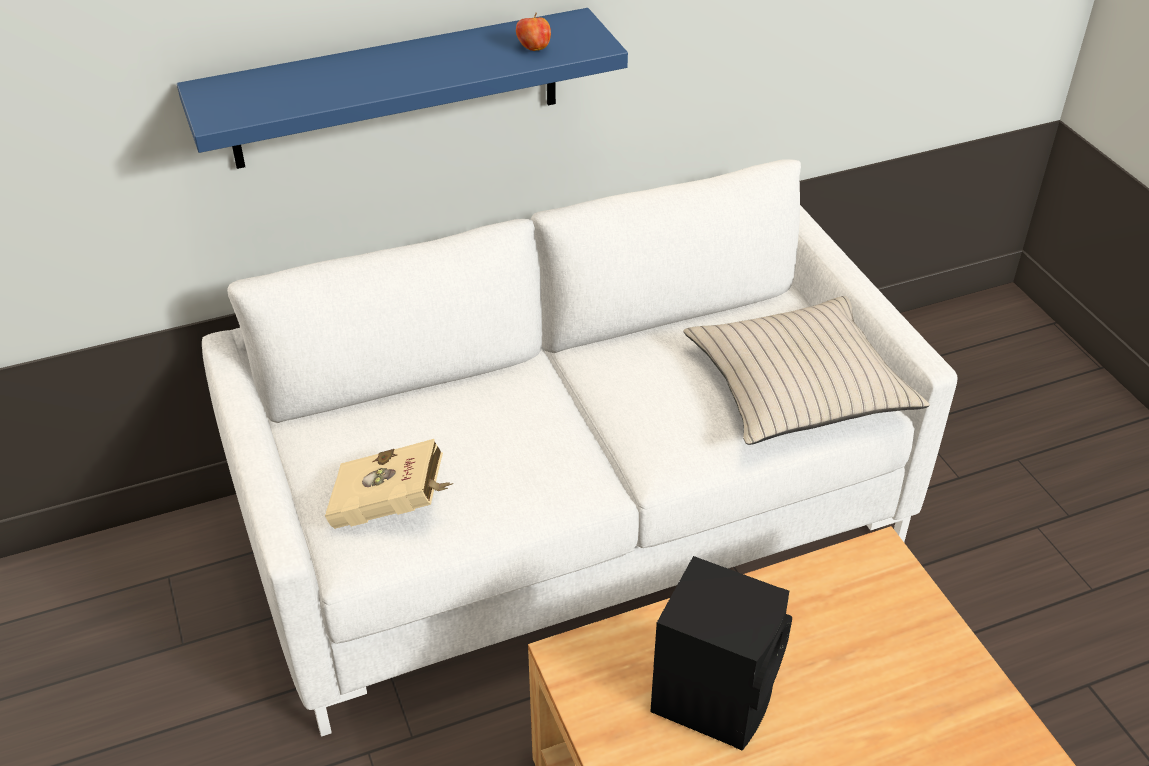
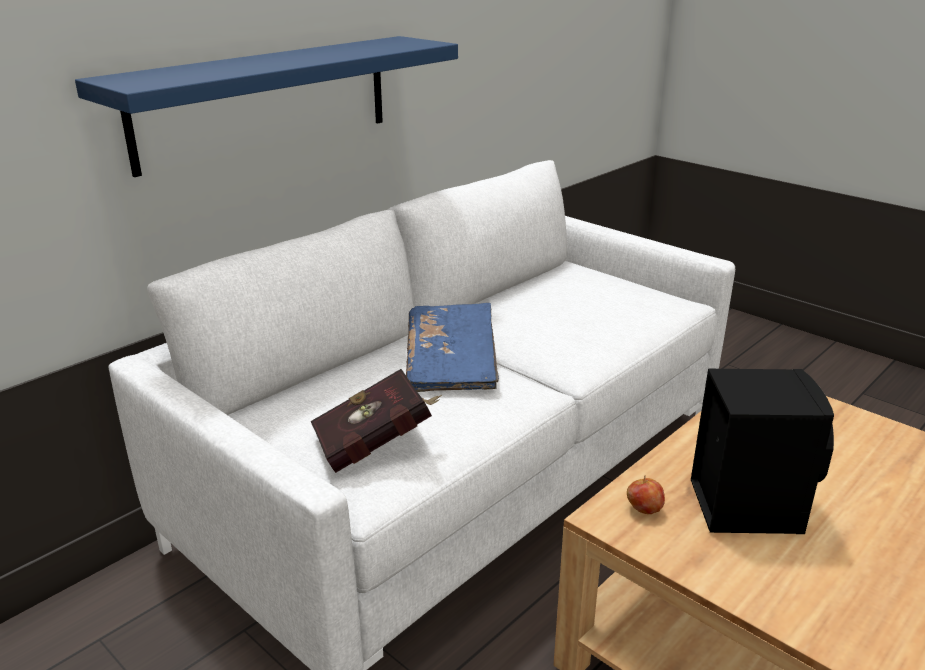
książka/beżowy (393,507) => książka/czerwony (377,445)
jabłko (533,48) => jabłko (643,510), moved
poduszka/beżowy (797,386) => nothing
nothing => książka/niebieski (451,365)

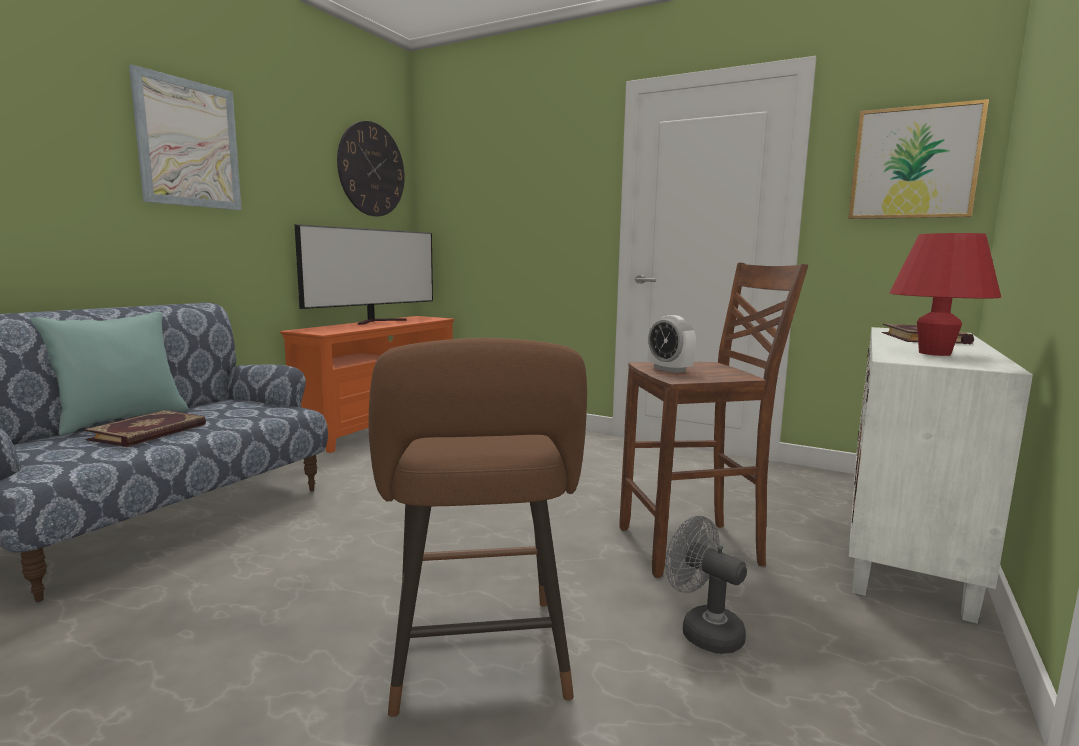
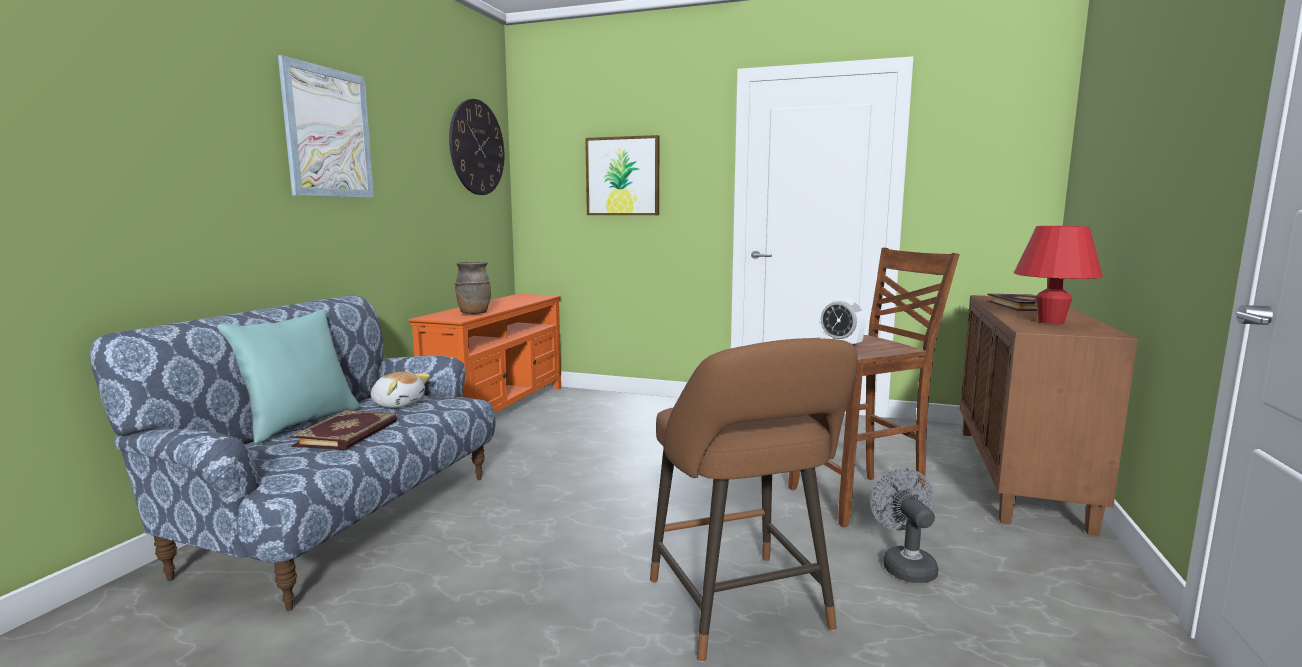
telewizor (378,321) => nothing
wentylator/szary (703,631) => wentylator/szary (904,565), 45 degrees clockwise
obraz (914,163) => obraz (623,176), moved
szafka/biały (905,539) => szafka/brązowy (1020,475)
nothing => pluszak (398,404)
nothing => wazon/brązowy (474,313)

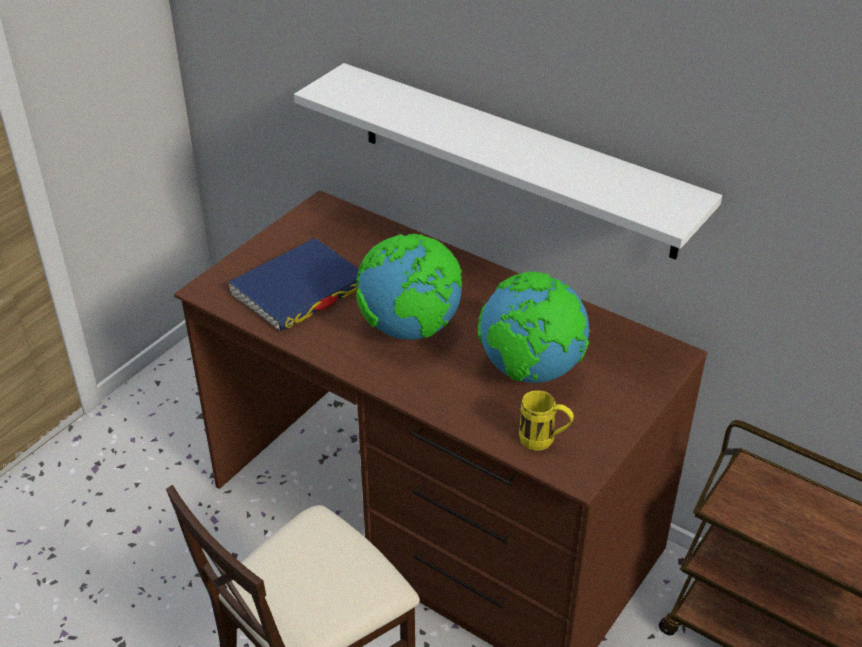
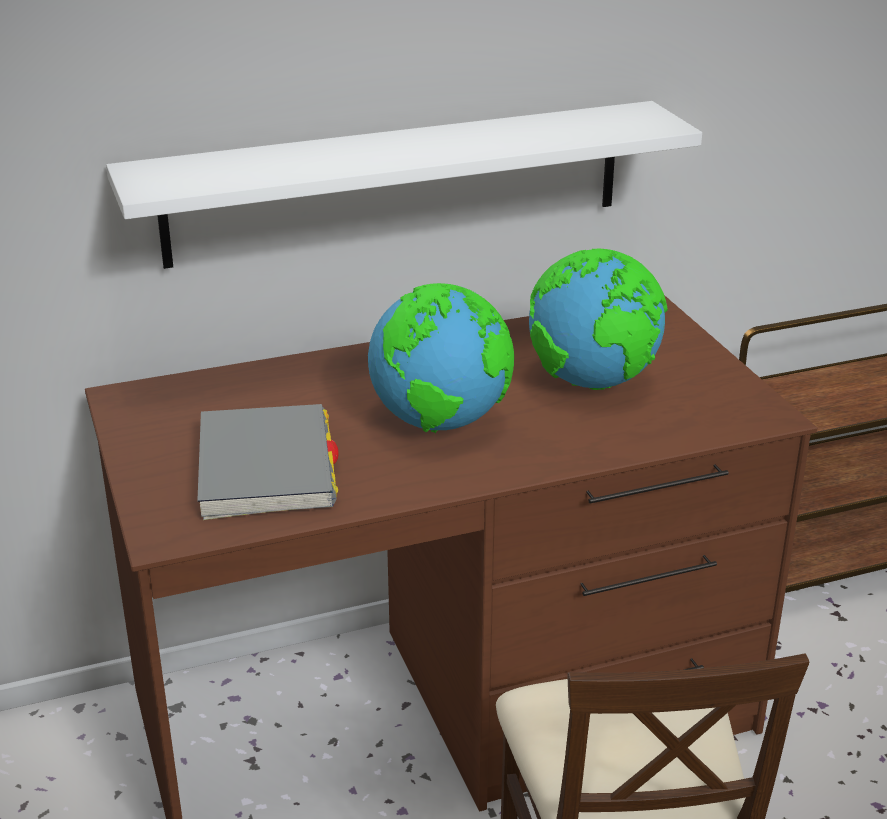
książka/niebieski (299,289) => książka/szary (266,468)
kubek/żółty (544,442) => nothing

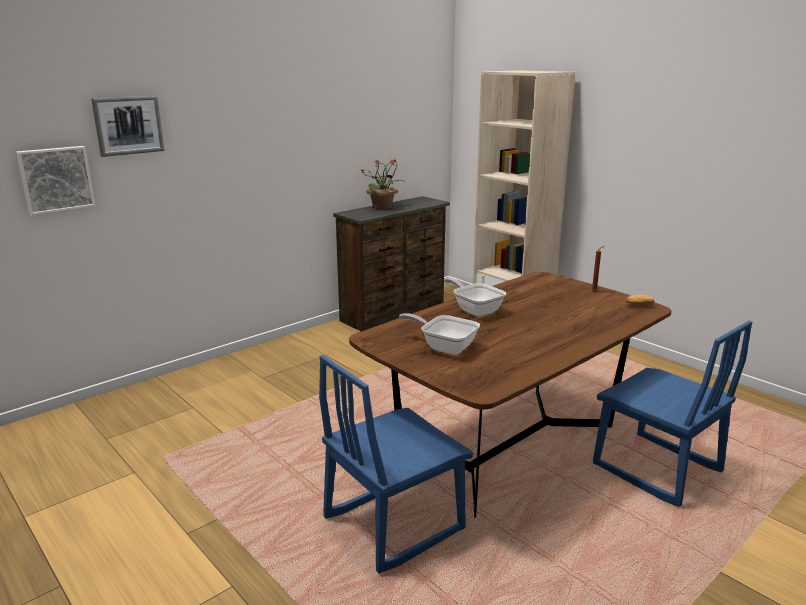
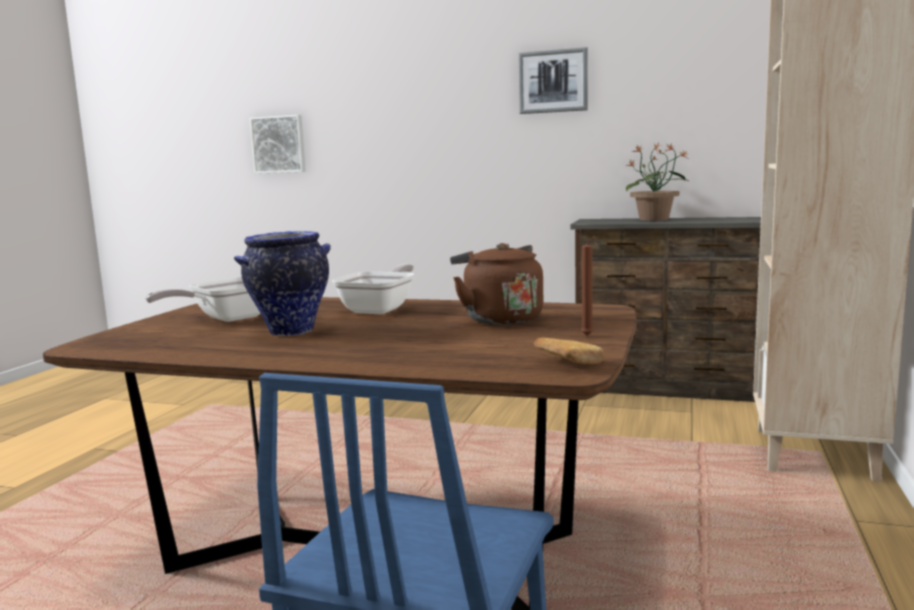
obraz (128,125) => obraz (553,81), moved
krzesło/niebieski (392,523) => nothing
patelnia (444,347) => patelnia (225,319), 135 degrees counterclockwise
nothing => wazon (290,332)
nothing => czajnik/brązowy (499,319)

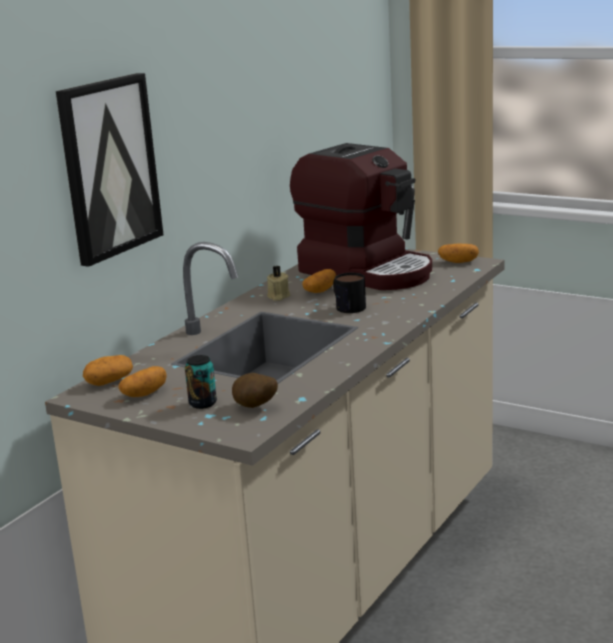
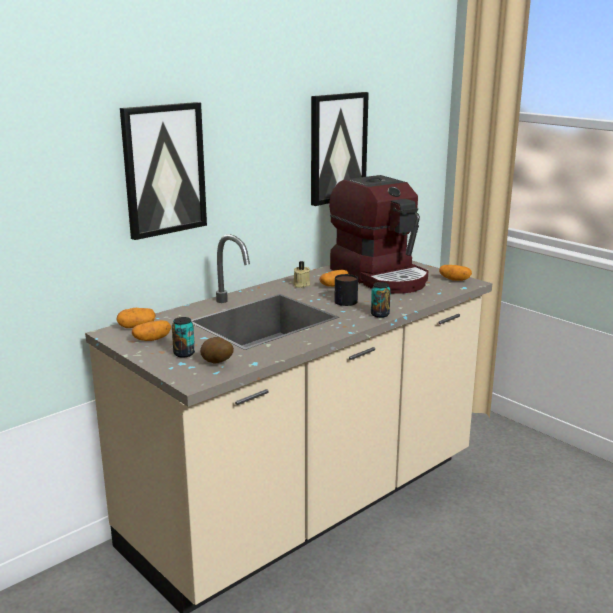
nothing => obraz (337,148)
nothing => puszka (380,314)

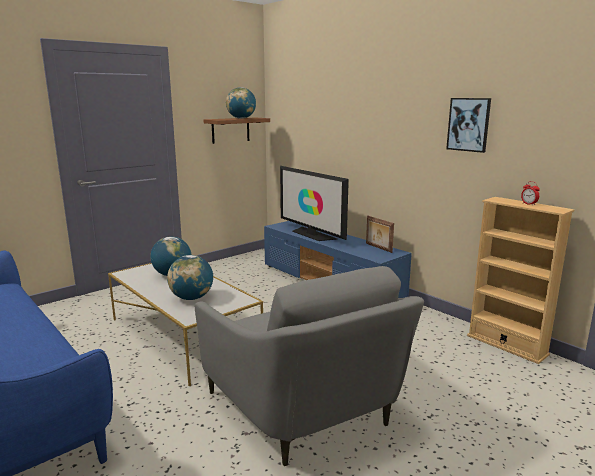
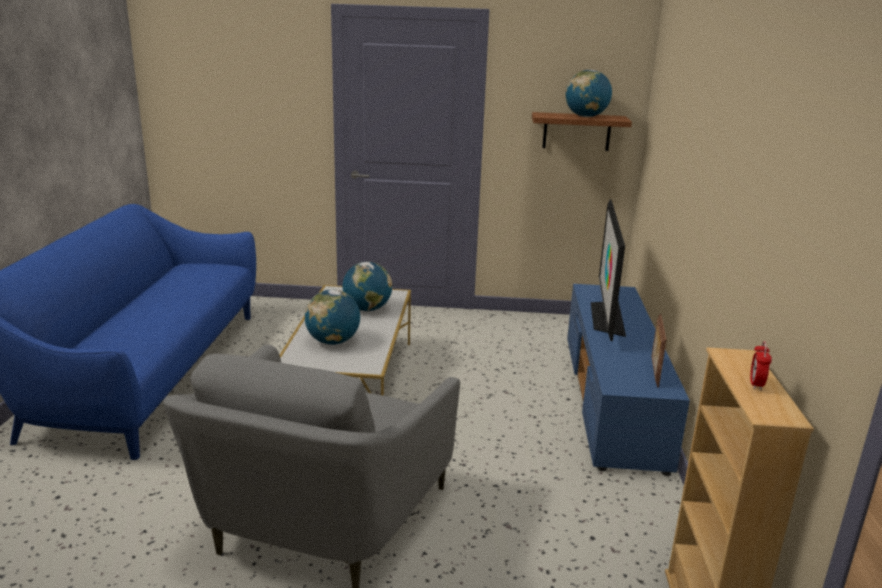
obraz (468,124) => nothing

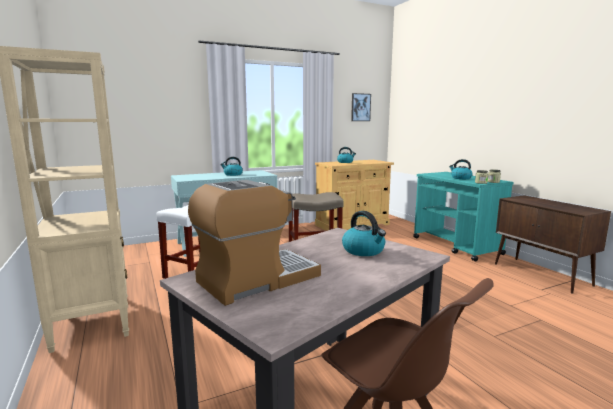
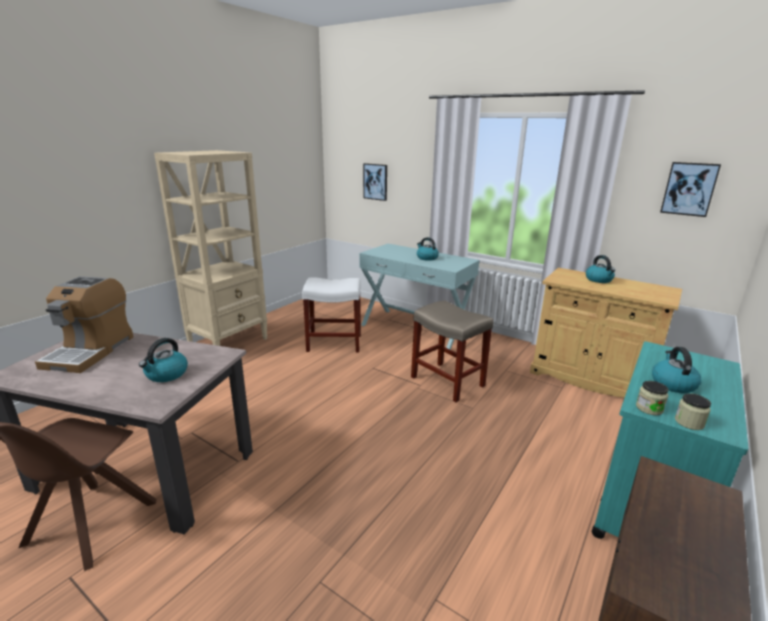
ekspres do kawy (257,280) => ekspres do kawy (90,351), 75 degrees clockwise
nothing => obraz (375,181)

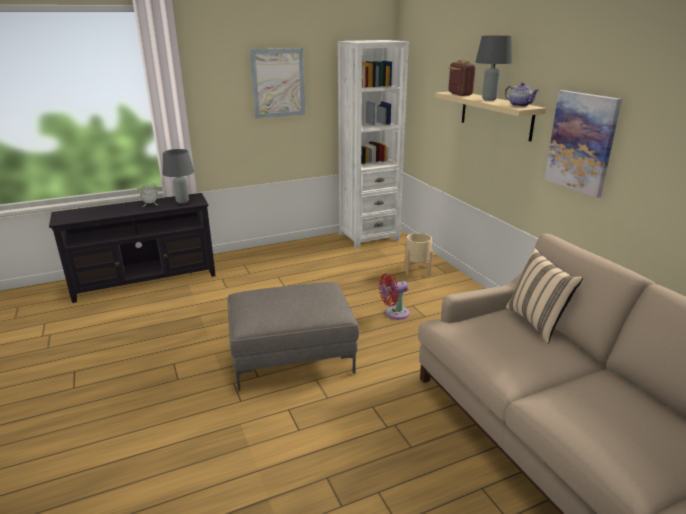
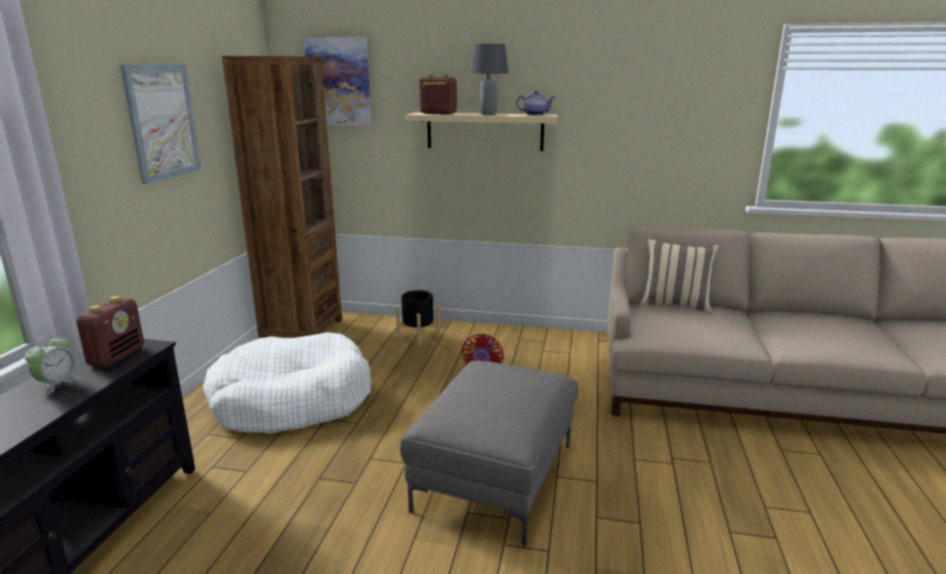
lampa stołowa/szary (183,202) => radio (117,356)
regał/biały (369,237) => regał/brązowy (302,330)
donica/beżowy (417,270) => donica/czarny (418,337)
obraz (581,142) => obraz (339,82), moved
nothing => legowisko/biały (292,400)

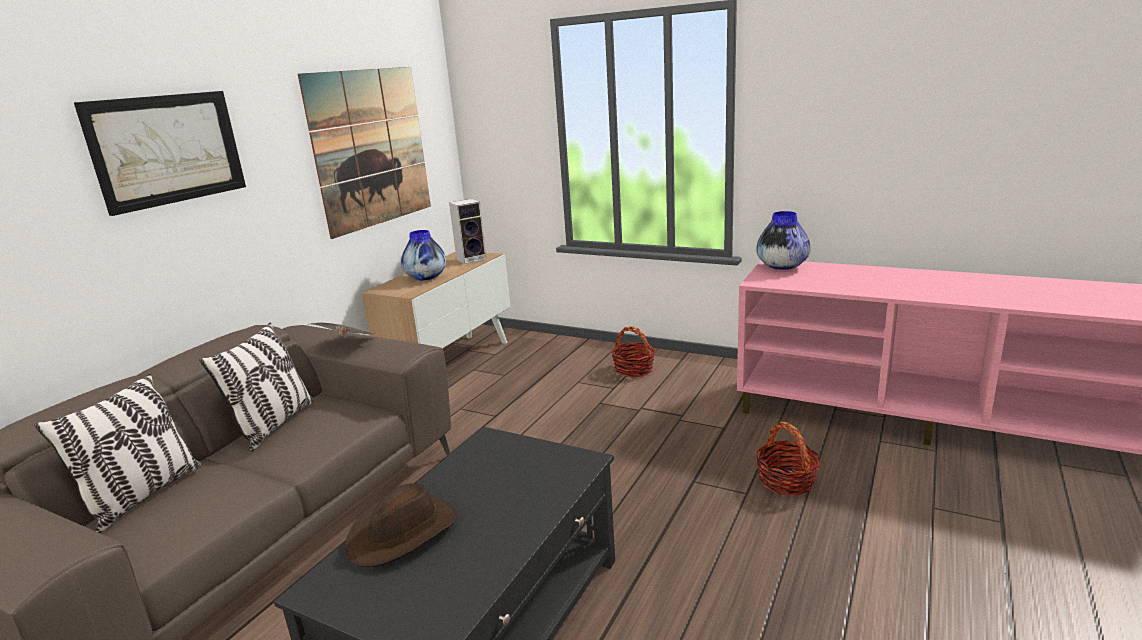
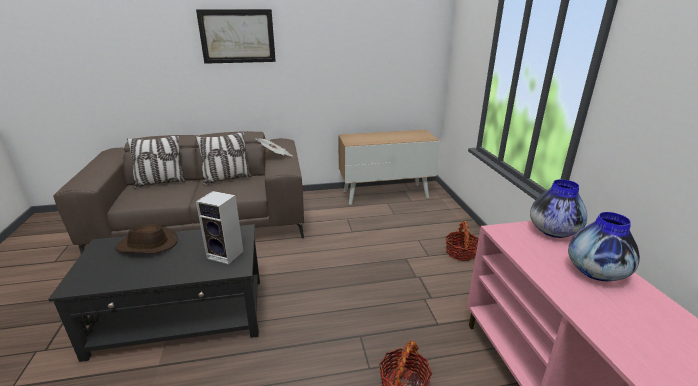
obraz (371,148) => nothing
wazon (426,278) => wazon (596,272), moved
głośnik (472,259) => głośnik (227,254), moved

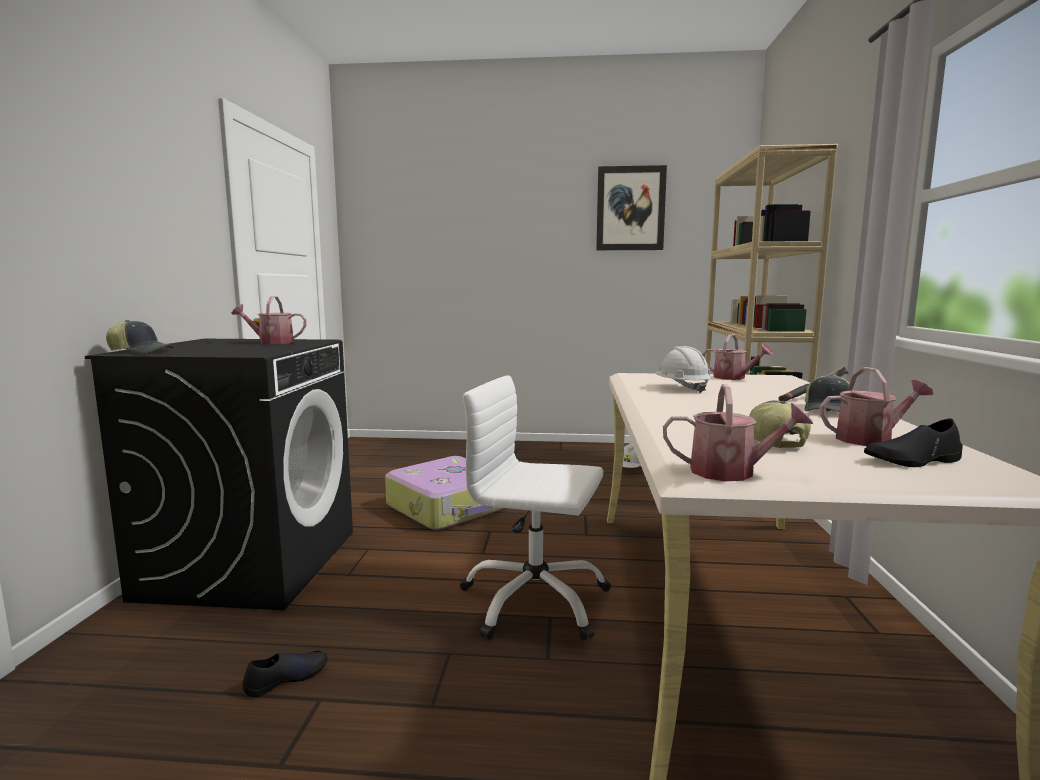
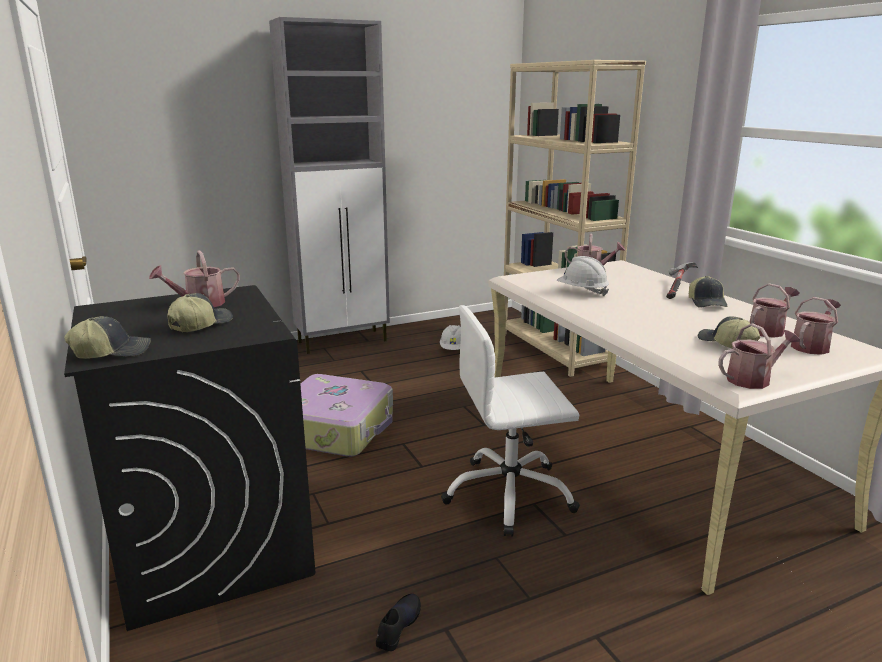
obraz (630,208) => nothing
but/czarny (912,460) => konewka (812,346)
nothing => czapka z daszkiem (200,324)
nothing => szafka/szary (344,341)

